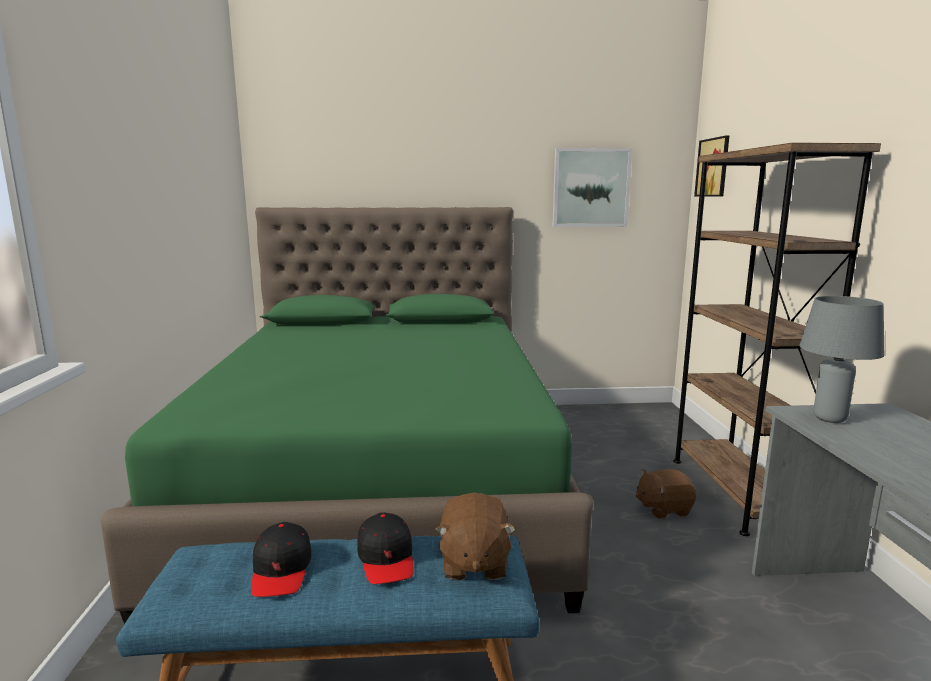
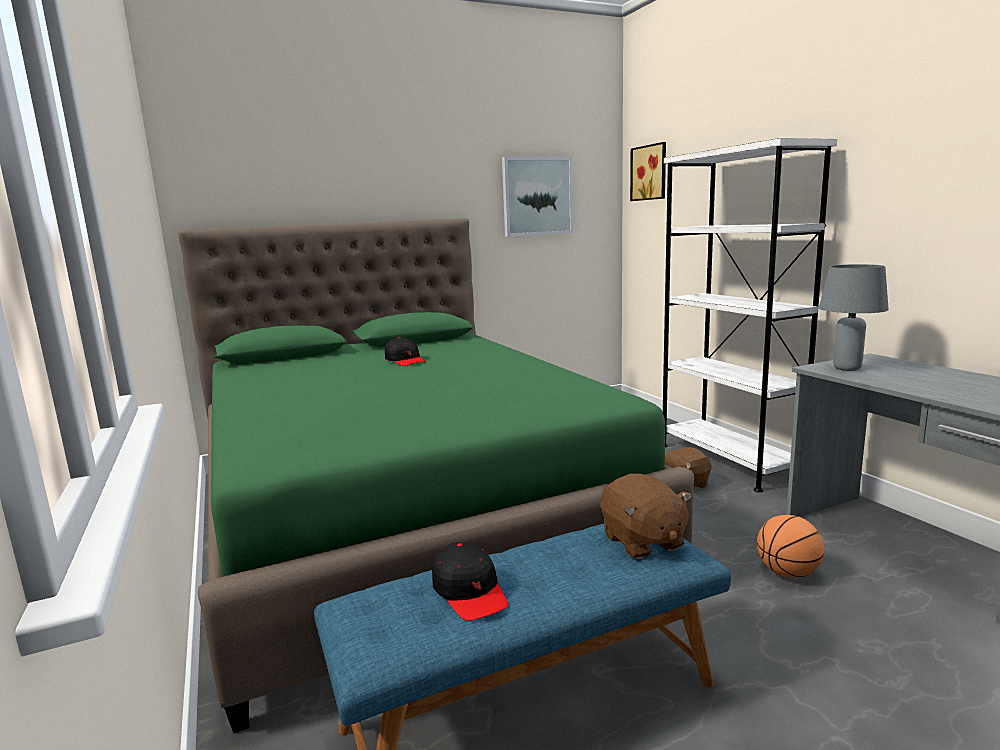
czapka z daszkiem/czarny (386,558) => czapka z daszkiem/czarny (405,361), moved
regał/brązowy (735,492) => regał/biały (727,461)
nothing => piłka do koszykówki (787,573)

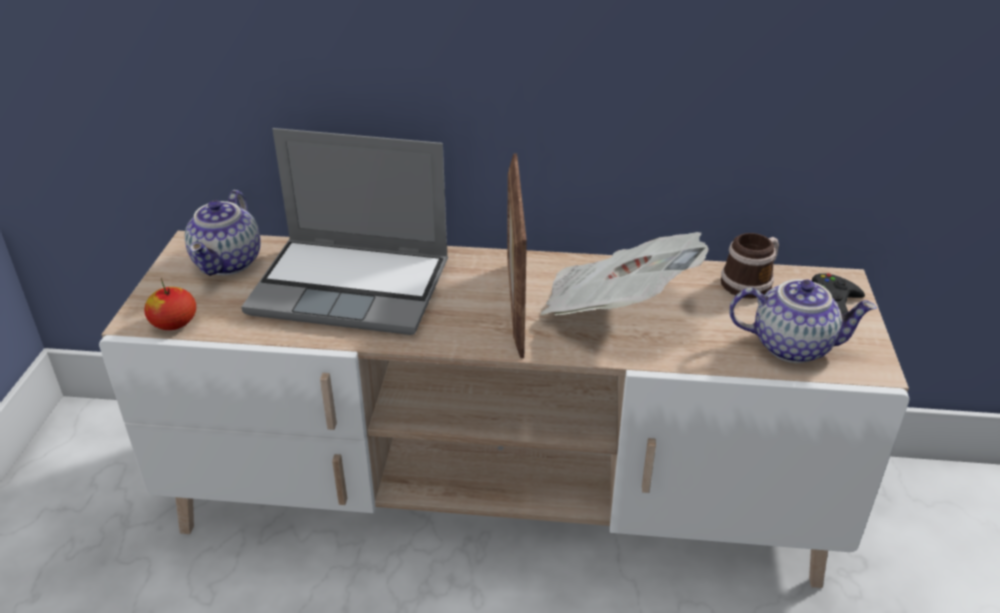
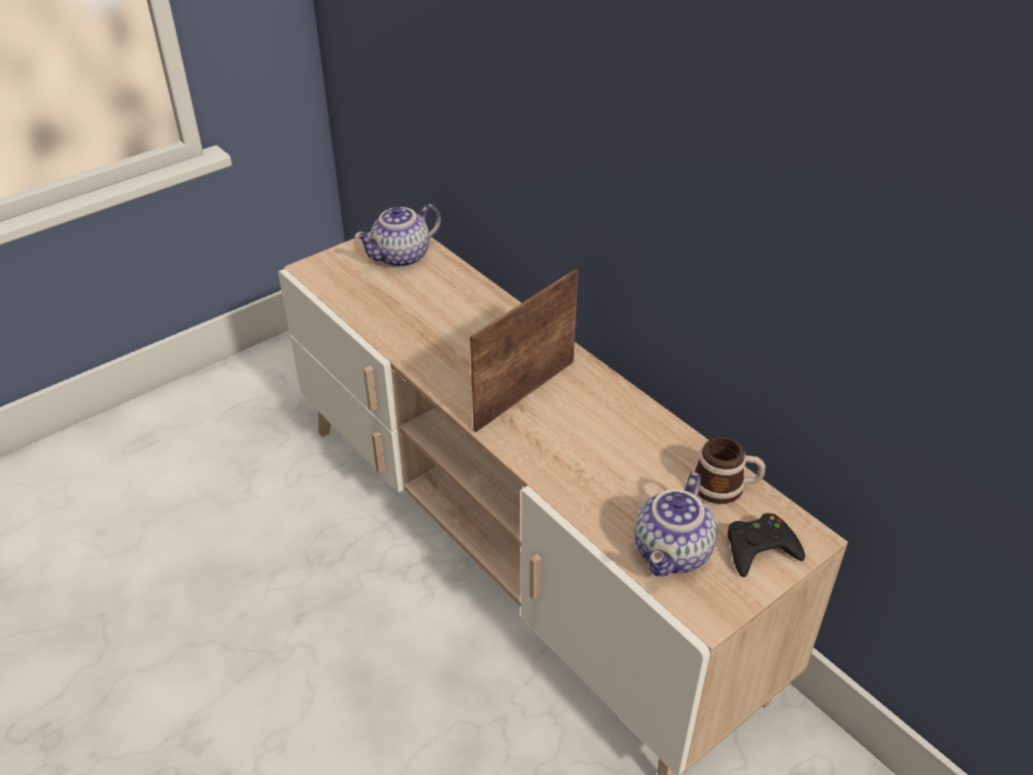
jabłko (174,322) => nothing
laptop (354,287) => nothing
gazeta (615,309) => nothing
imbryk (792,345) => imbryk (673,553), 60 degrees clockwise

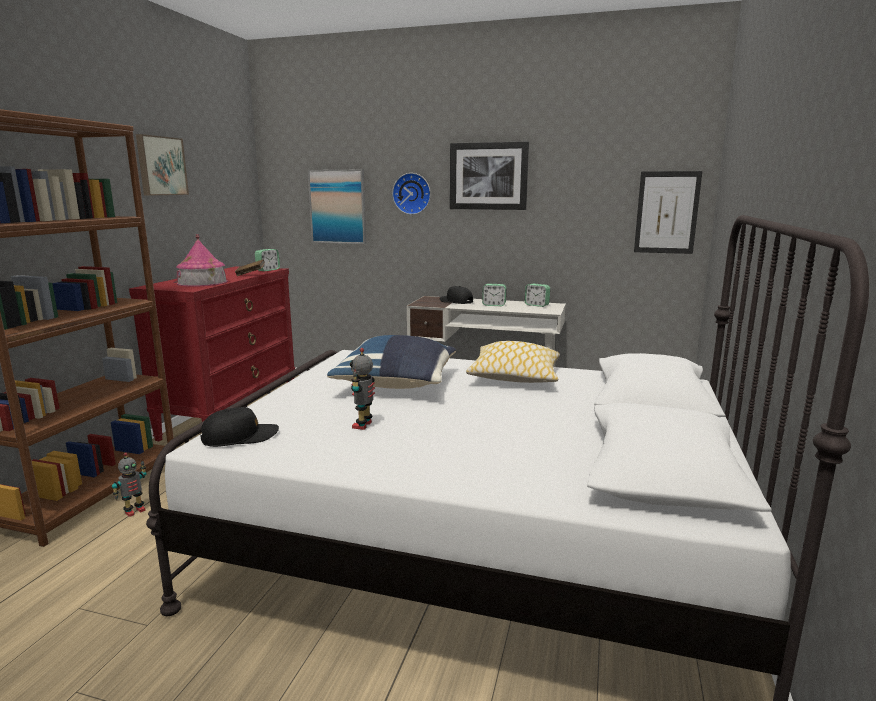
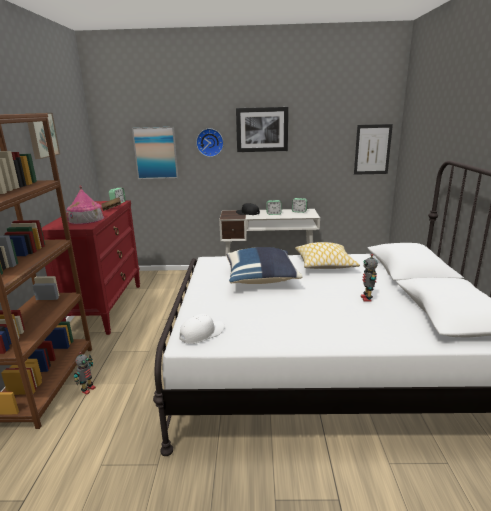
czapka z daszkiem/czarny (240,437) => czapka z daszkiem/biały (202,333)
robot zabawkowy (364,425) => robot zabawkowy (367,298), moved

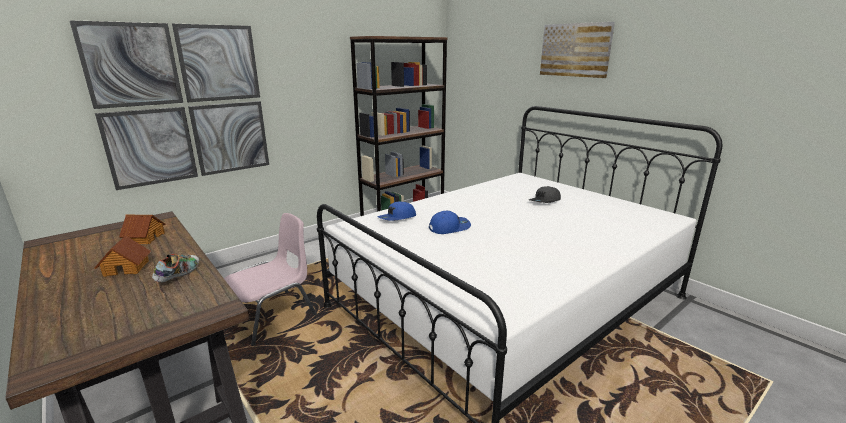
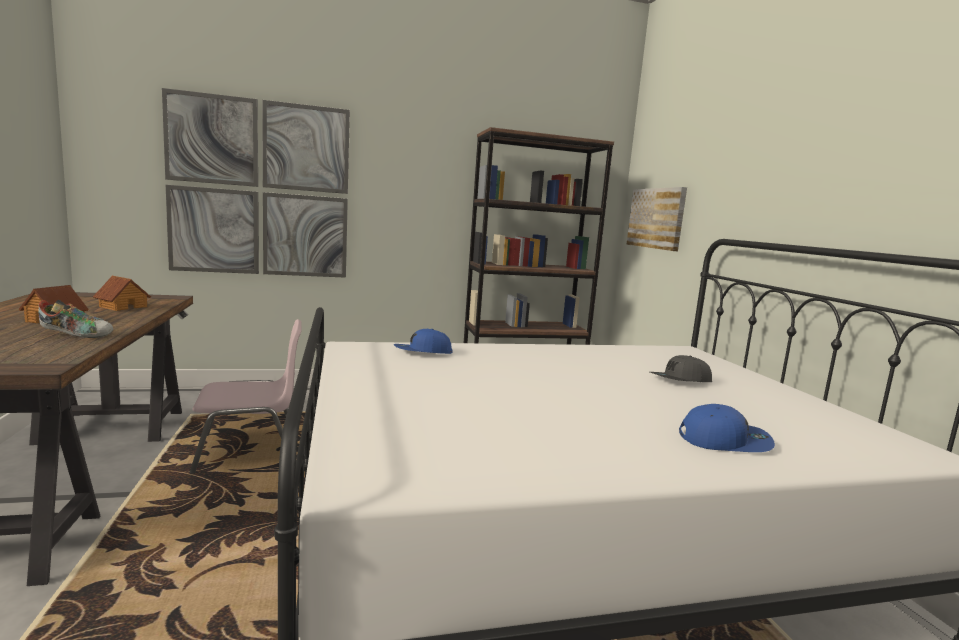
but (179,276) => but (77,335), 45 degrees clockwise
czapka z daszkiem/niebieski (449,227) => czapka z daszkiem/niebieski (724,440), moved
obraz (575,50) => obraz (656,218), moved

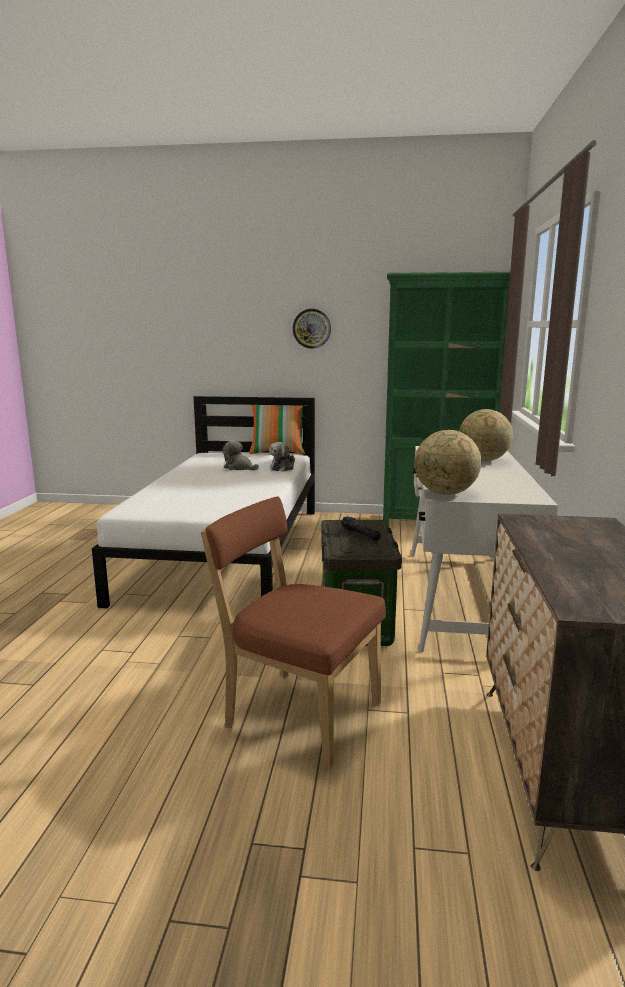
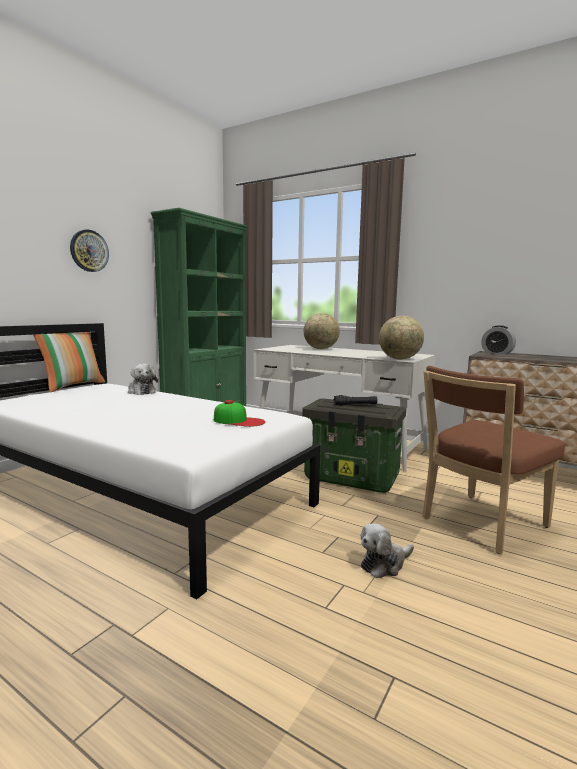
pluszak (239,468) => pluszak (384,564), moved
nothing => czapka z daszkiem (239,421)
nothing => budzik (497,353)

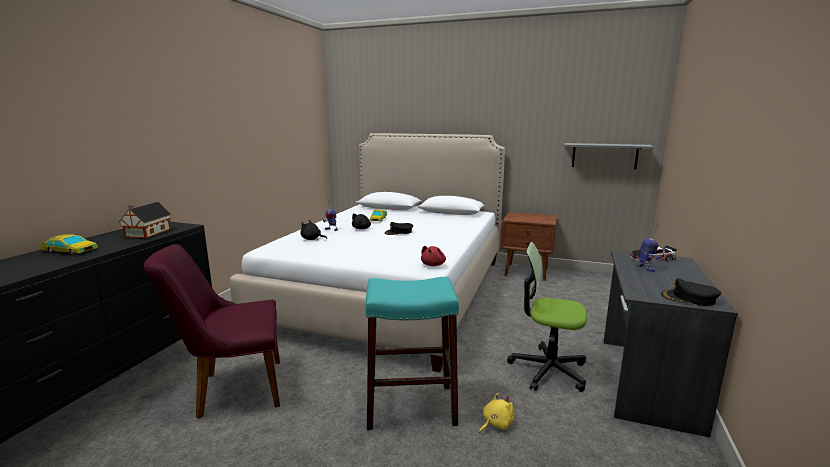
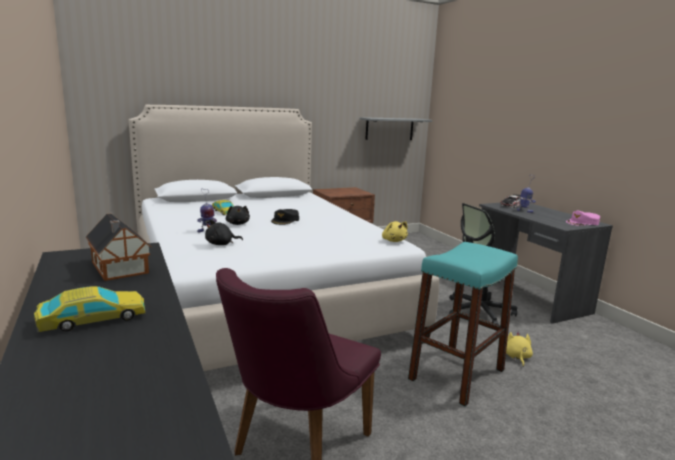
pluszak/czerwony (433,265) => pluszak/żółty (393,241)
czapka z daszkiem/czarny (689,298) => czapka z daszkiem/różowy (583,223)

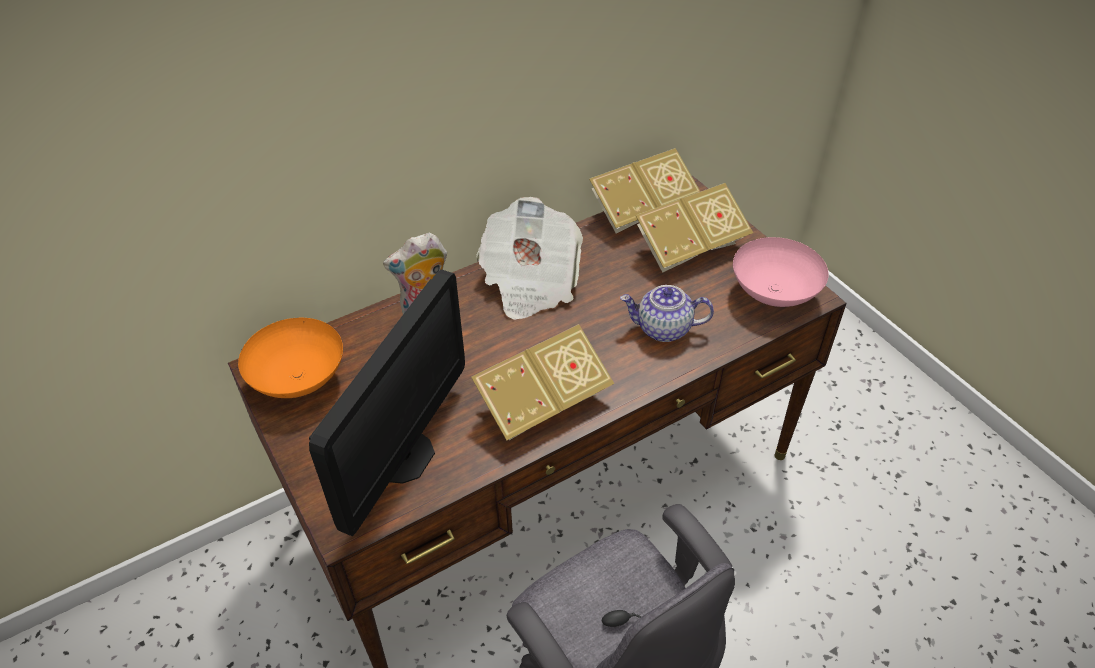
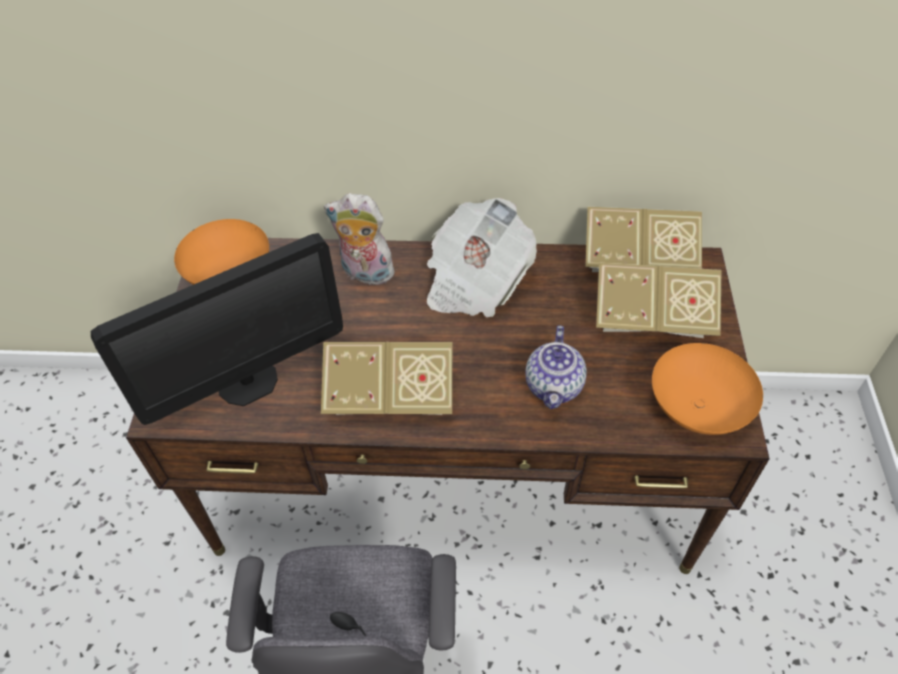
imbryk (663,329) => imbryk (554,386), 120 degrees counterclockwise
miska/różowy (772,293) => miska/pomarańczowy (695,407)

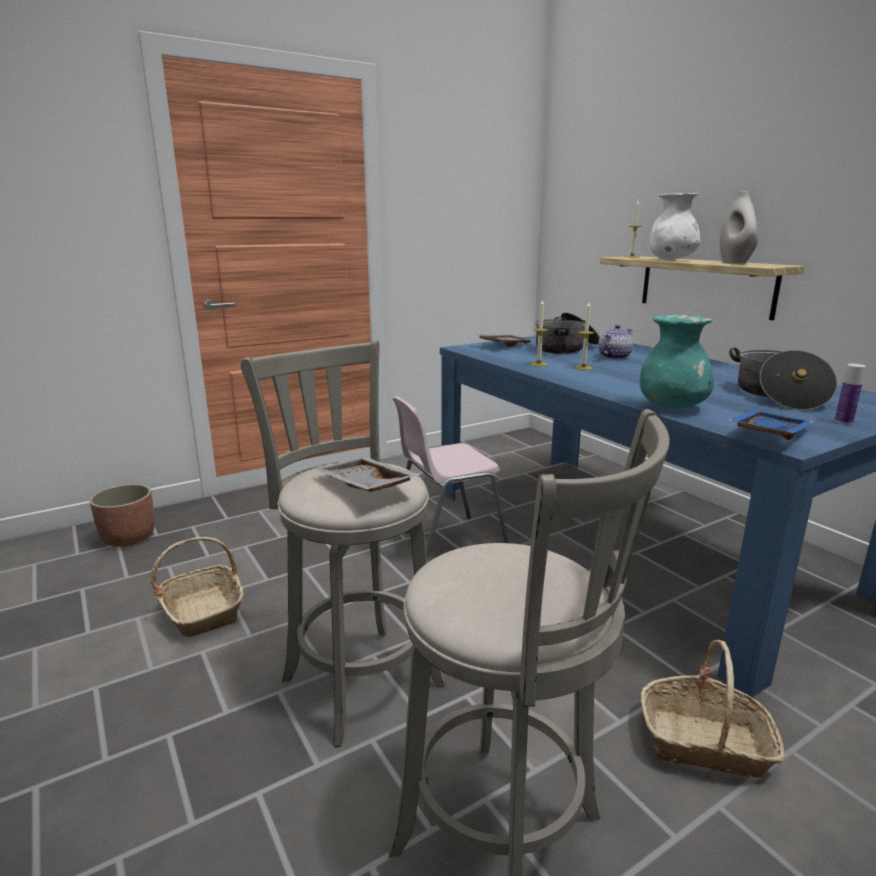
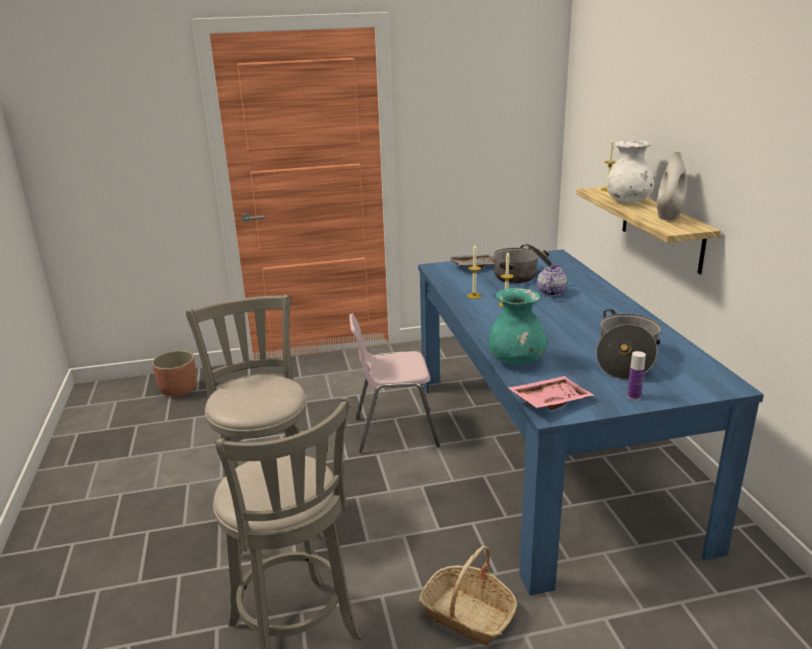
koszyk (203,611) => nothing
taca/szary (364,487) => nothing
imbryk (613,357) => imbryk (550,292), 45 degrees counterclockwise
taca/niebieski (767,434) => taca/różowy (549,400)

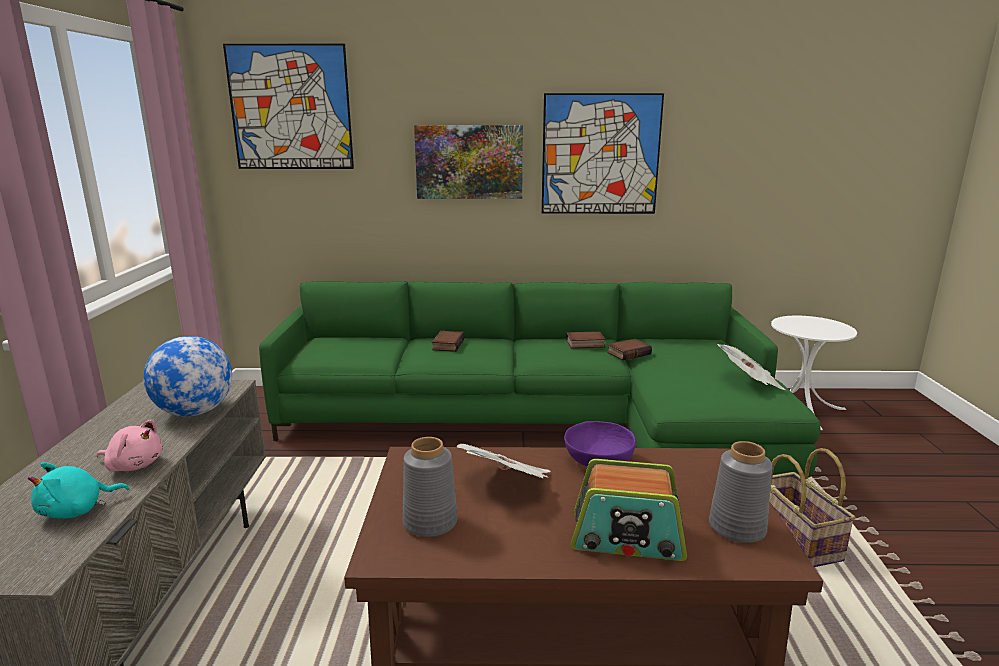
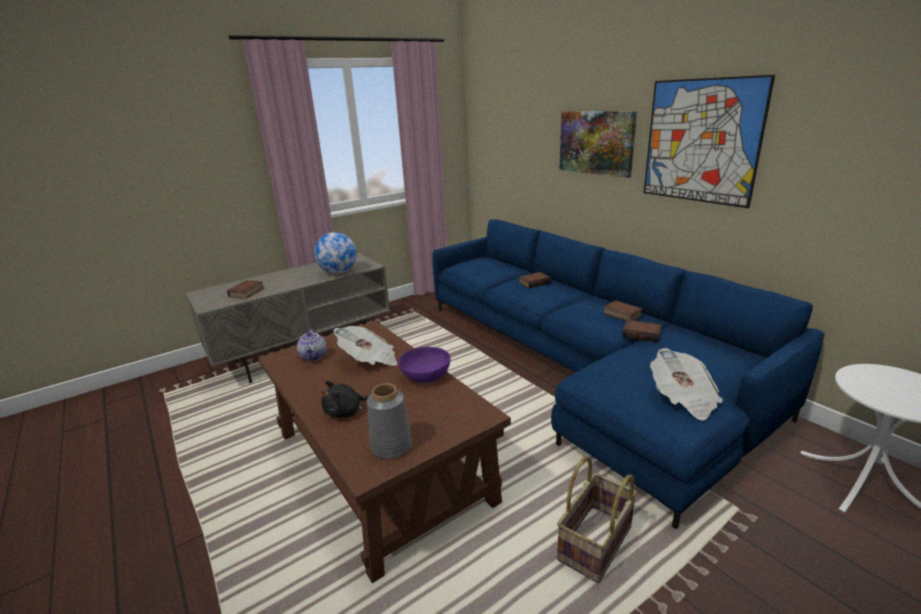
pluszak/turkusowy (77,510) => książka (247,292)
pluszak/różowy (134,465) => nothing
obraz (290,108) => nothing
kanapa/zielony (542,423) => kanapa/niebieski (582,367)
wazon/szary (430,522) => imbryk (314,356)
radio (627,537) => pluszak/czarny (346,412)

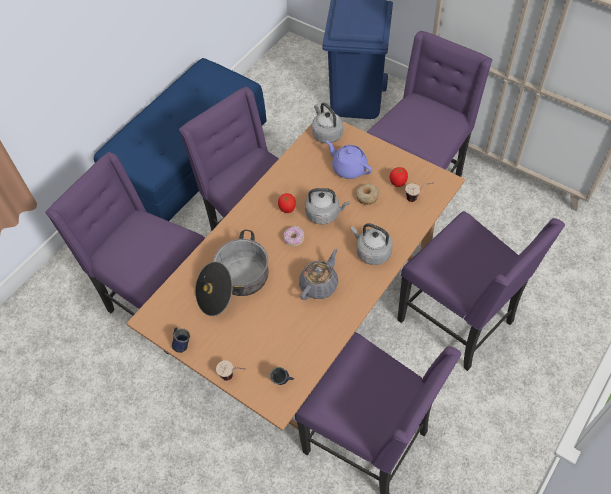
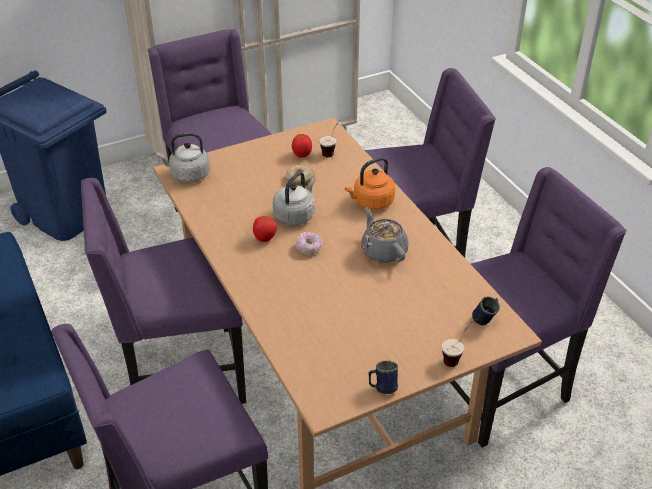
garnek (233,284) => nothing
imbryk/fioletowy (348,168) => nothing
czajnik/szary (371,252) => czajnik/pomarańczowy (371,202)

